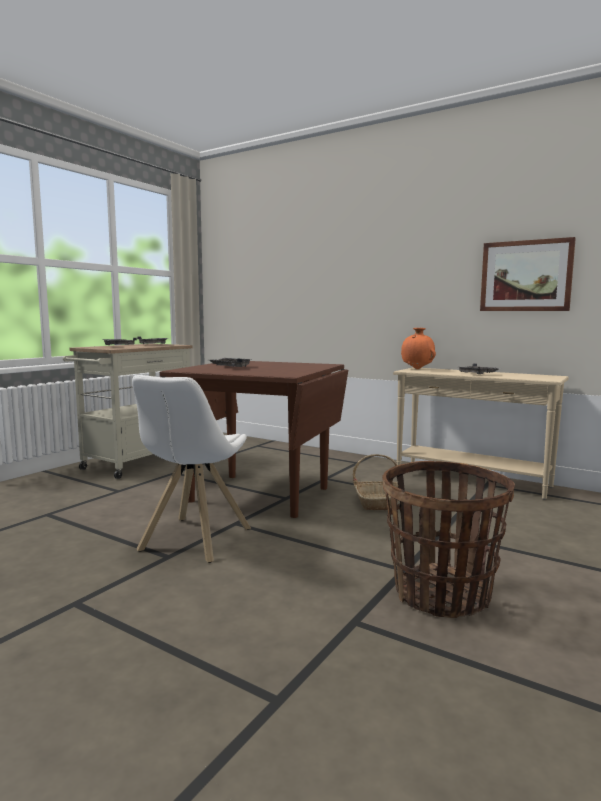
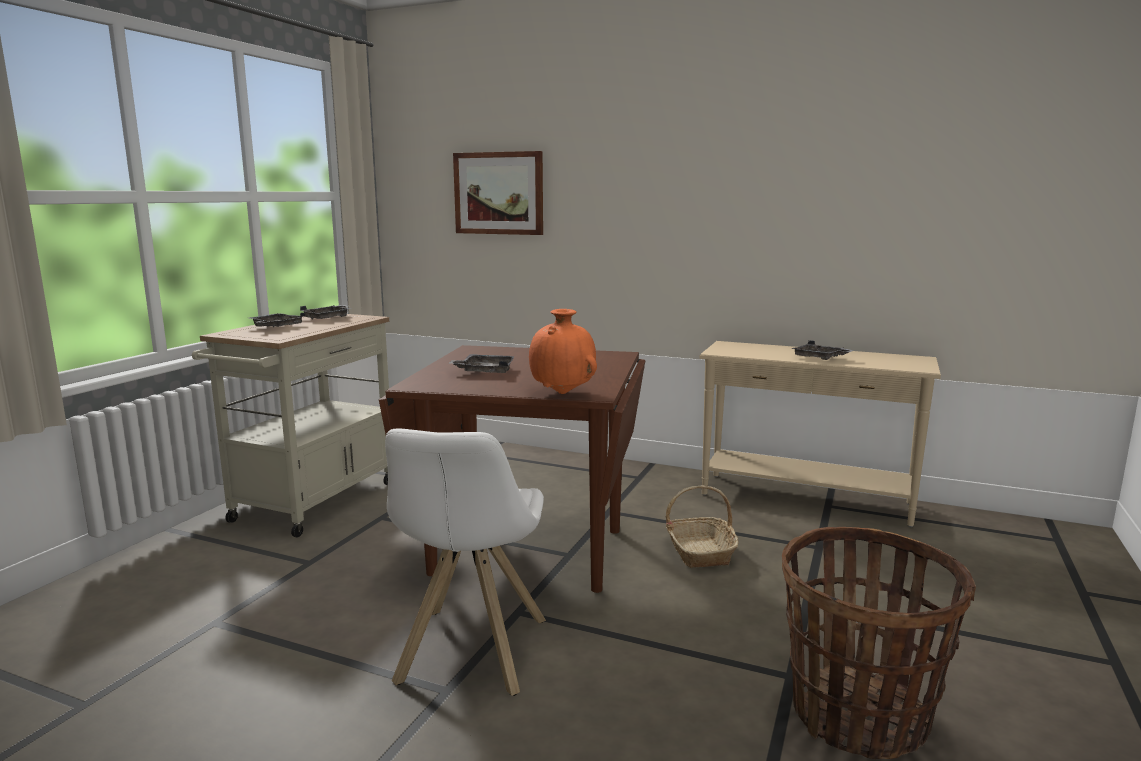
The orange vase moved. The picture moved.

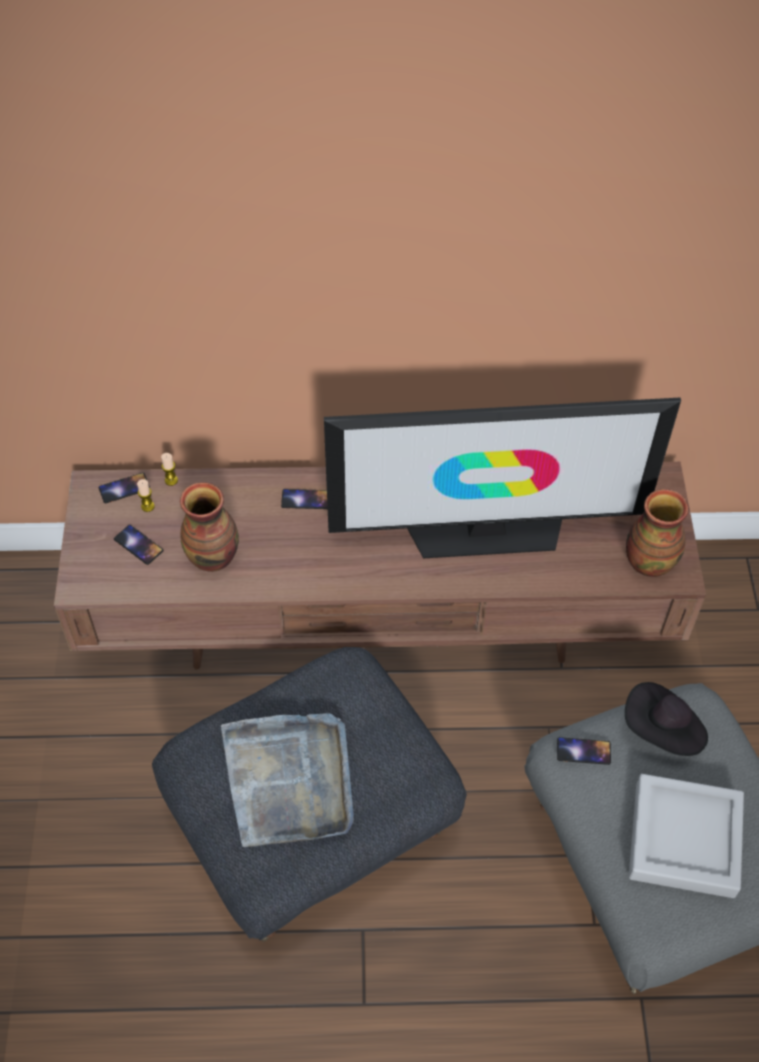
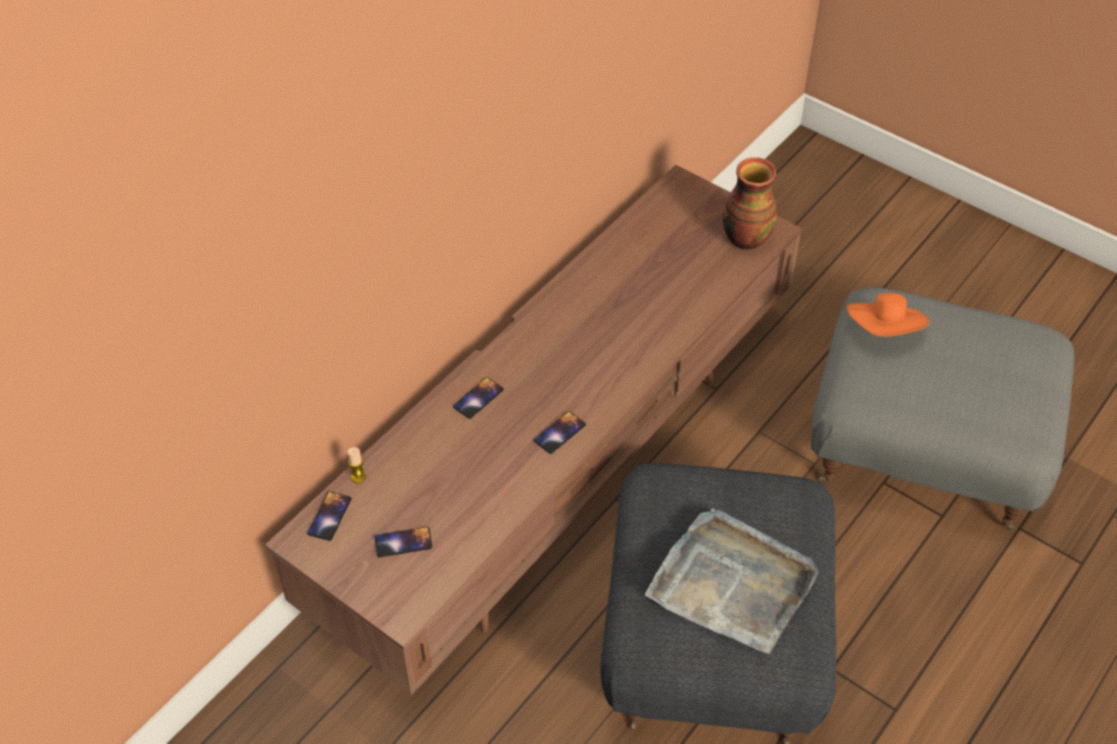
The candle (no. 1 from left) disappeared. The vase (no. 1 from left) disappeared. The television disappeared. The grey tray (no. 2 from left) disappeared. The phone (no. 4 from left) moved. The black hat became the orange hat.

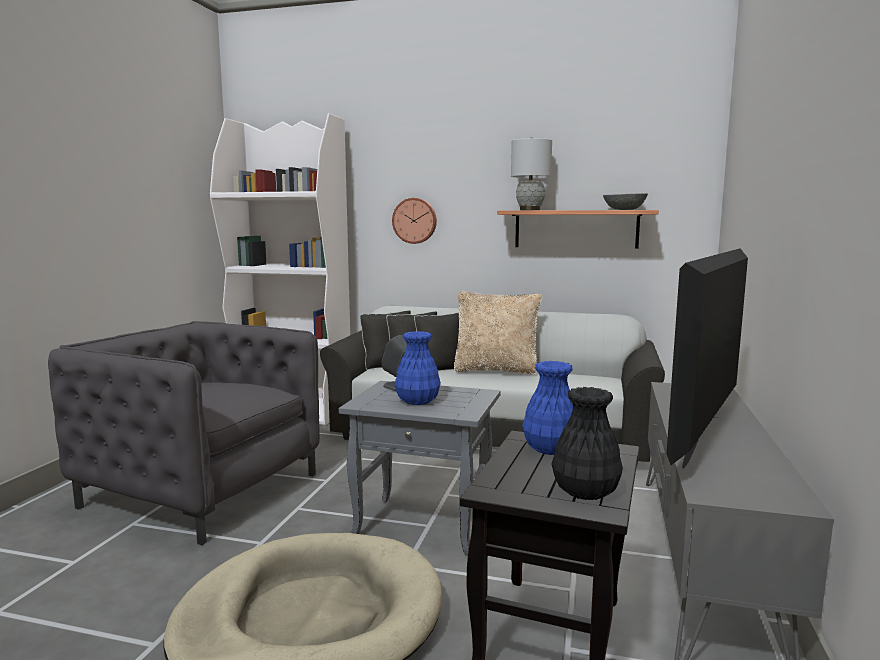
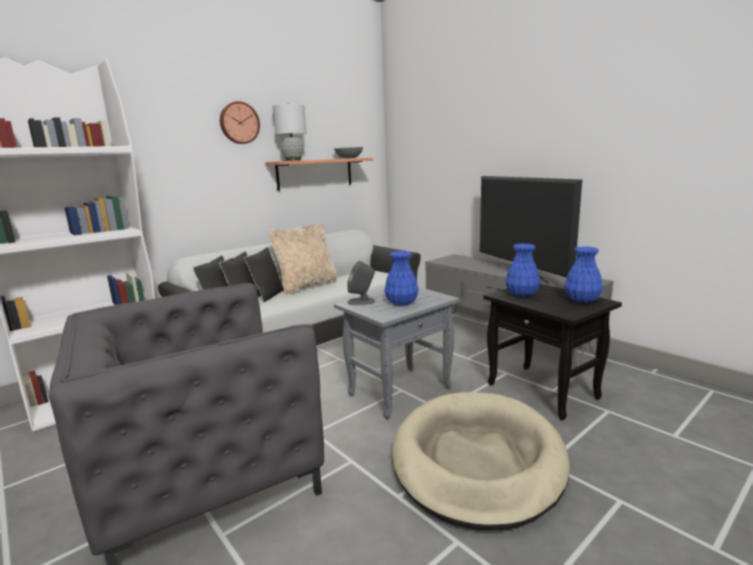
The wall clock moved. The black vase became the blue vase (no. 3 from left).

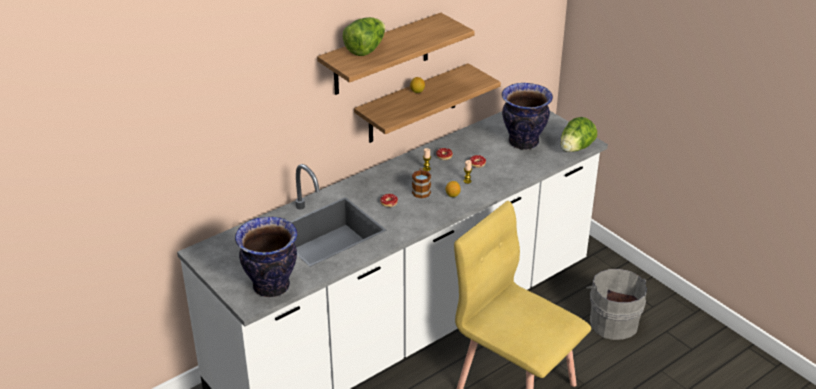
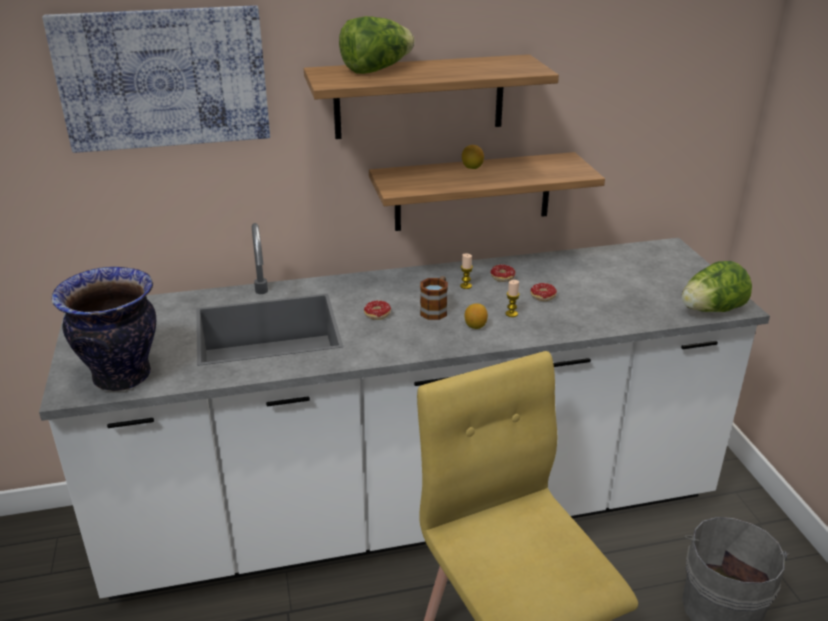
The vase (no. 2 from left) disappeared. The picture appeared.

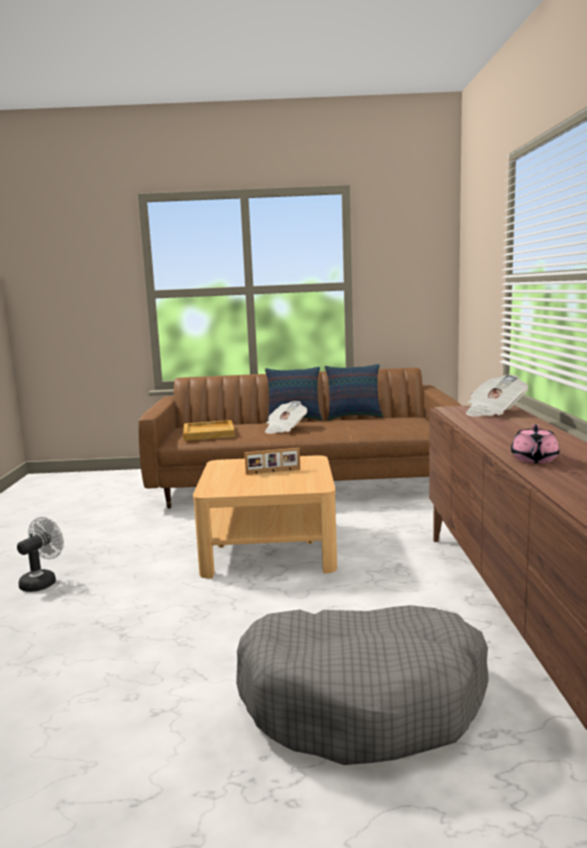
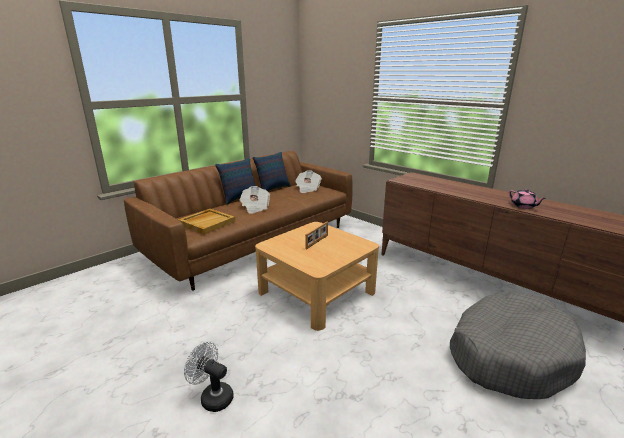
The newspaper (no. 2 from left) moved. The white fan turned 45 degrees counterclockwise.

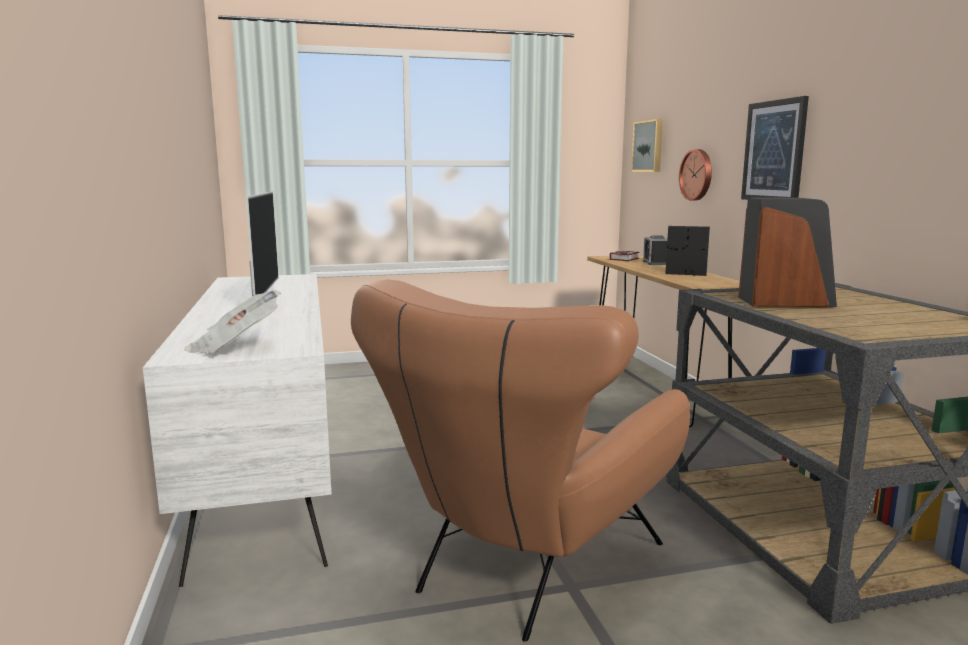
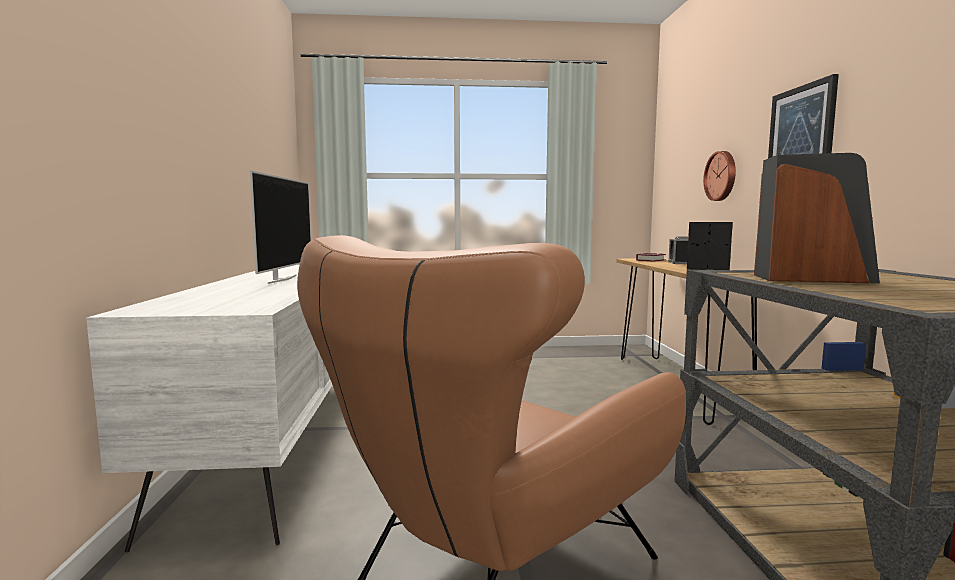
The newspaper disappeared. The picture (no. 1 from left) disappeared.

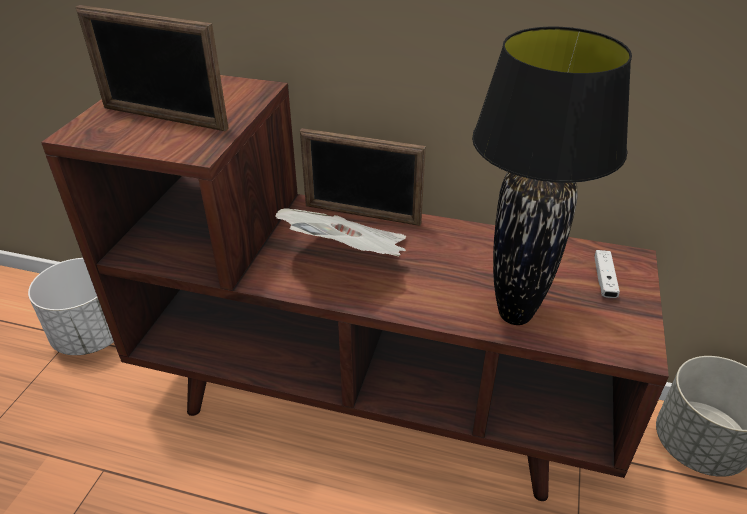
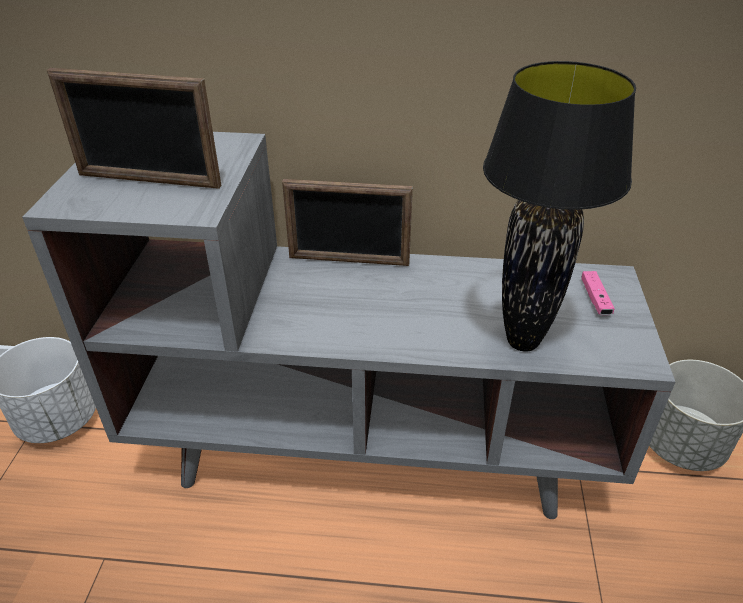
The newspaper disappeared. The brown tv stand became the grey tv stand. The white game controller became the pink game controller.

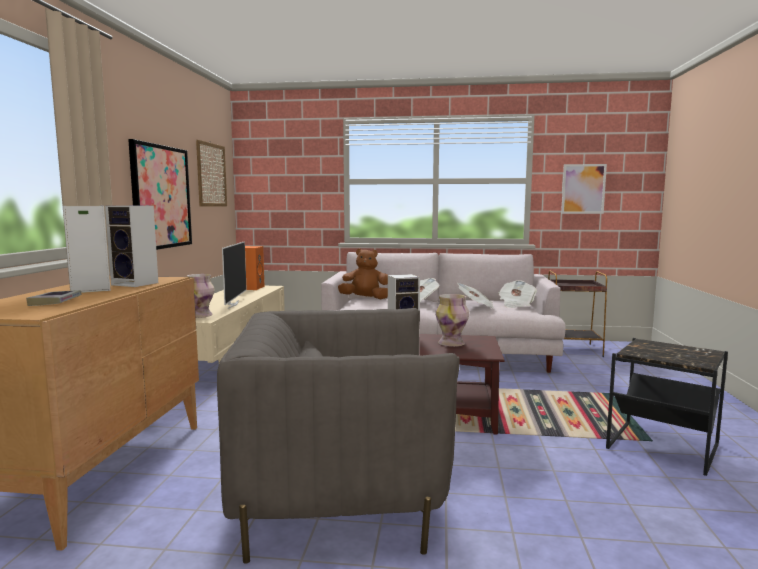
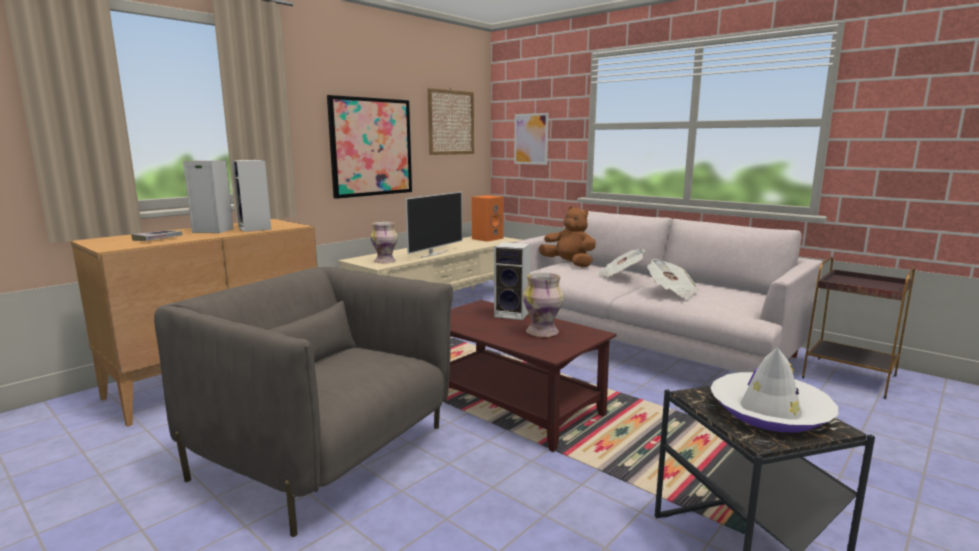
The newspaper (no. 3 from left) disappeared. The white hat appeared. The picture (no. 3 from left) moved.

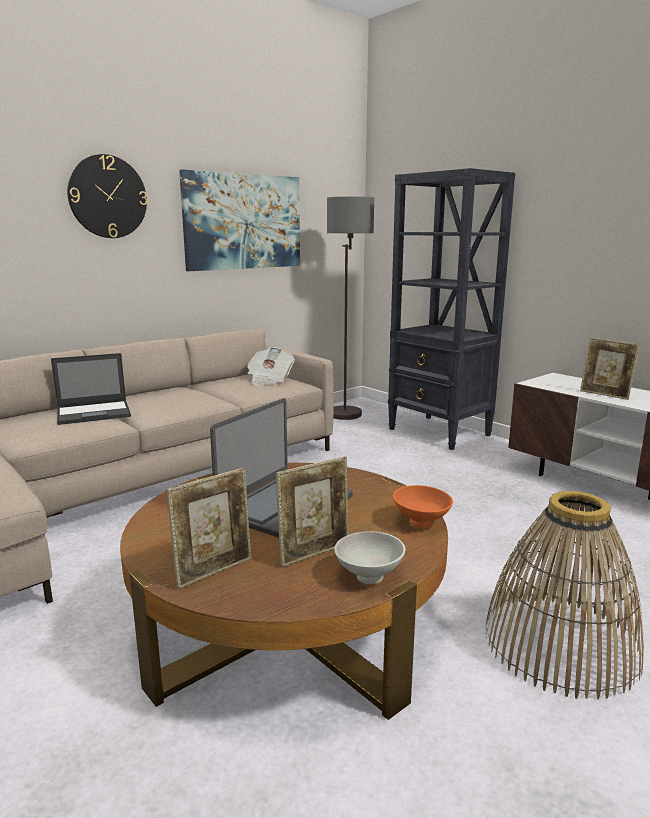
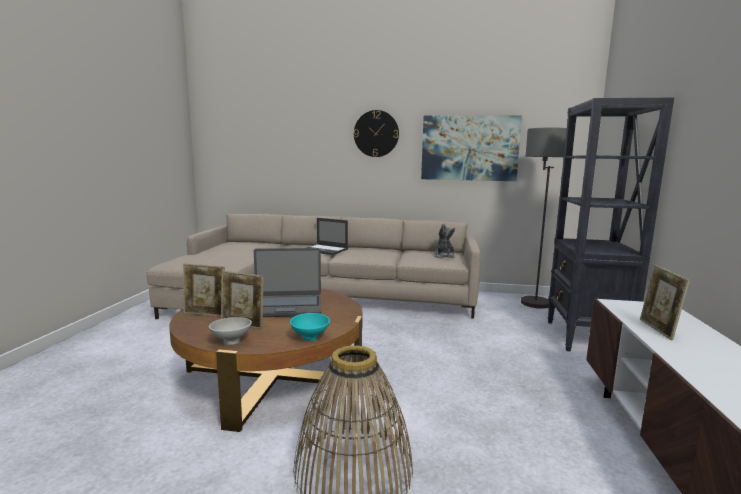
The newspaper was replaced by the plush toy. The orange bowl became the turquoise bowl.

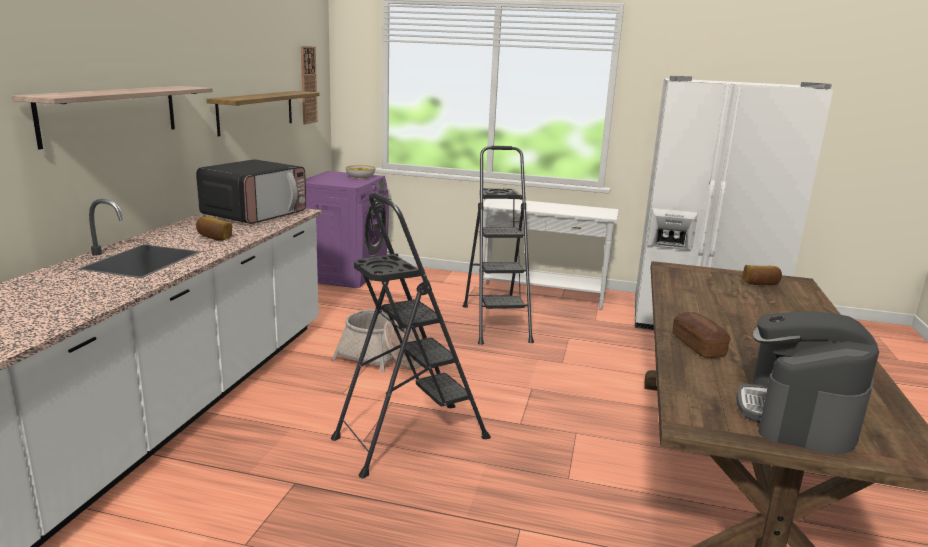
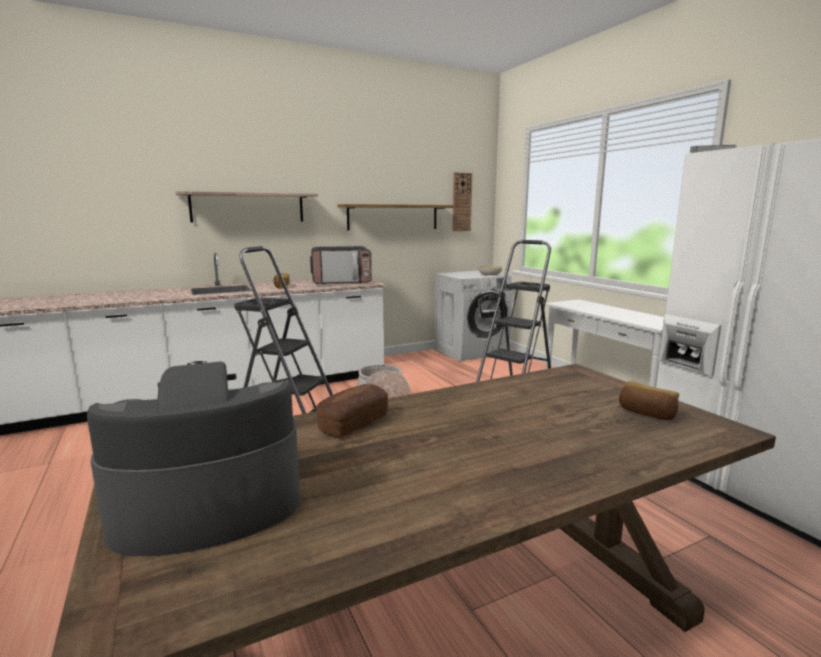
The purple washing machine became the white washing machine.

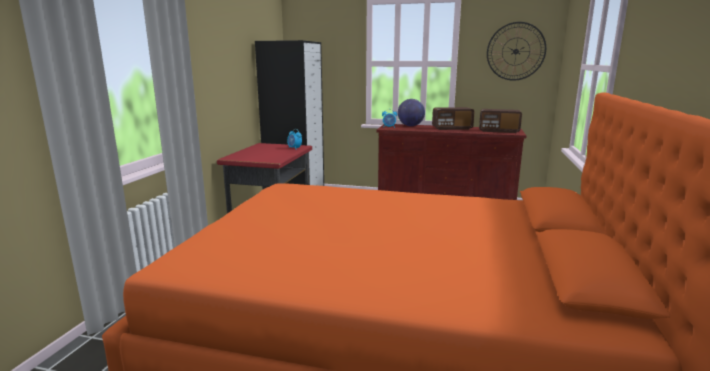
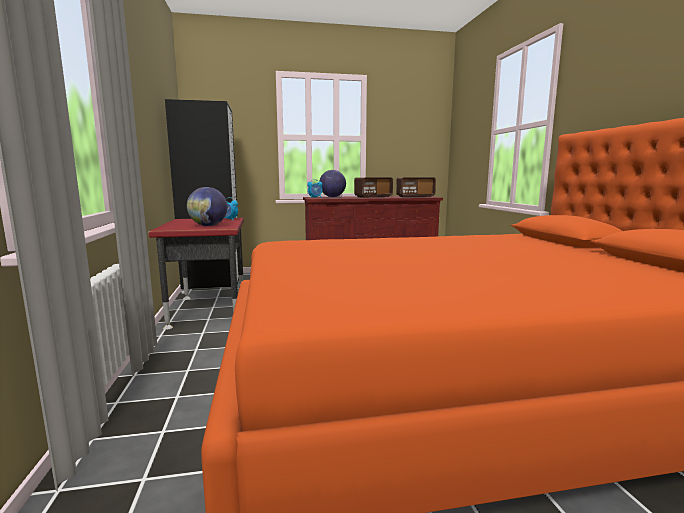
The wall clock disappeared. The globe (no. 1 from left) appeared.

